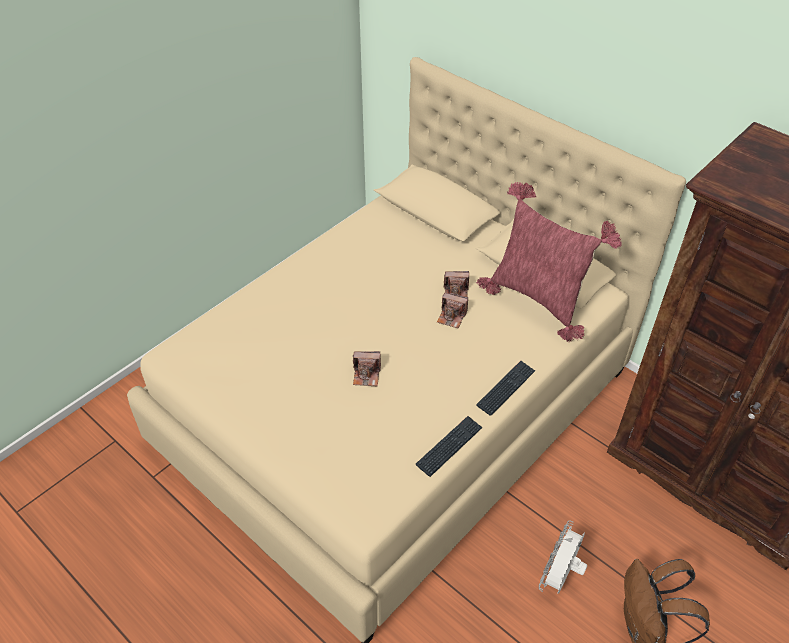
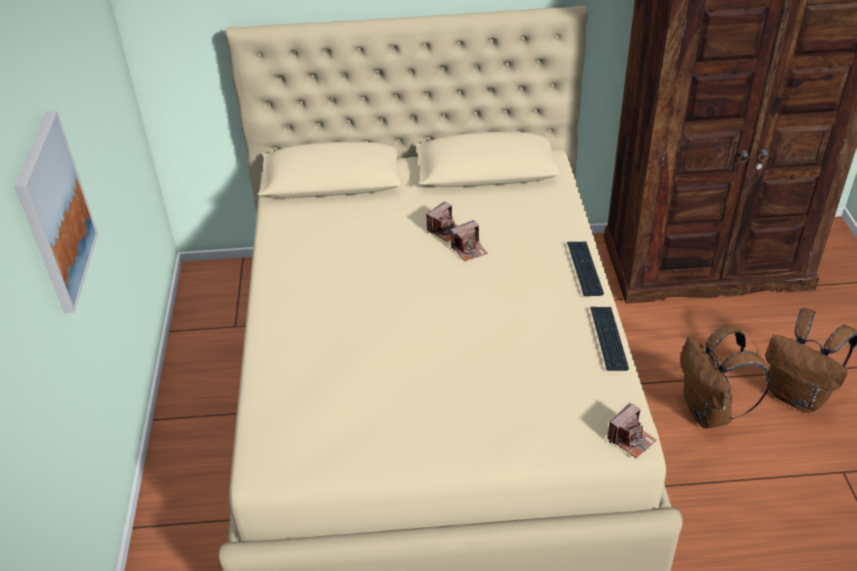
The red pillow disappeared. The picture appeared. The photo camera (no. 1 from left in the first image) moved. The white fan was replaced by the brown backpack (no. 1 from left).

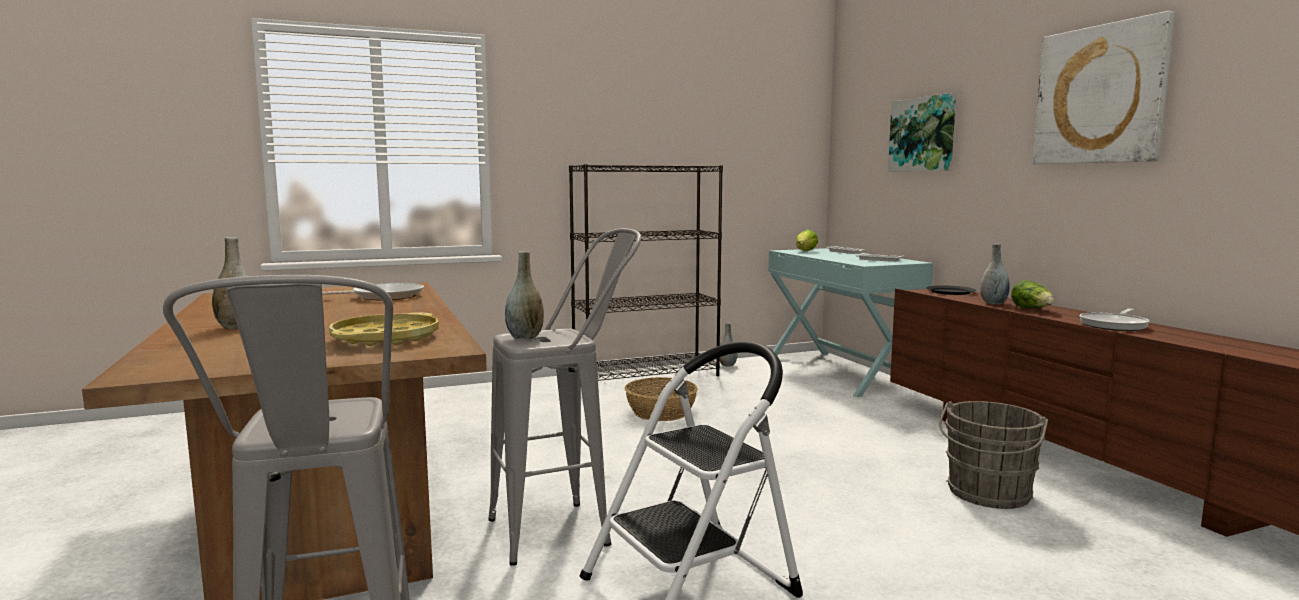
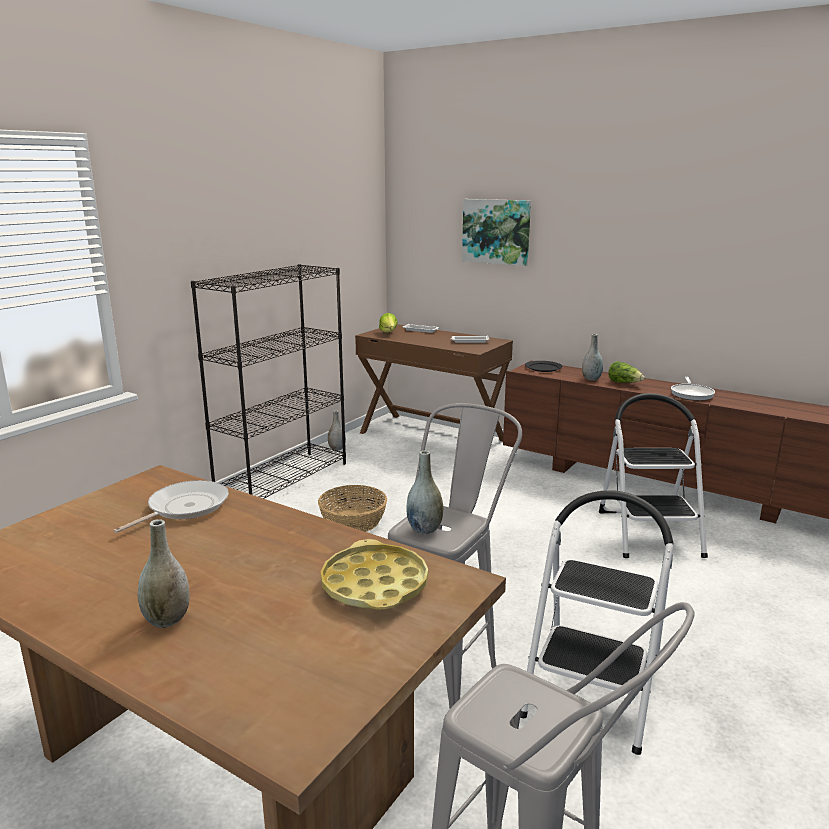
The picture (no. 2 from left) disappeared. The grey bucket was replaced by the step ladder (no. 2 from left). The turquoise desk became the brown desk.

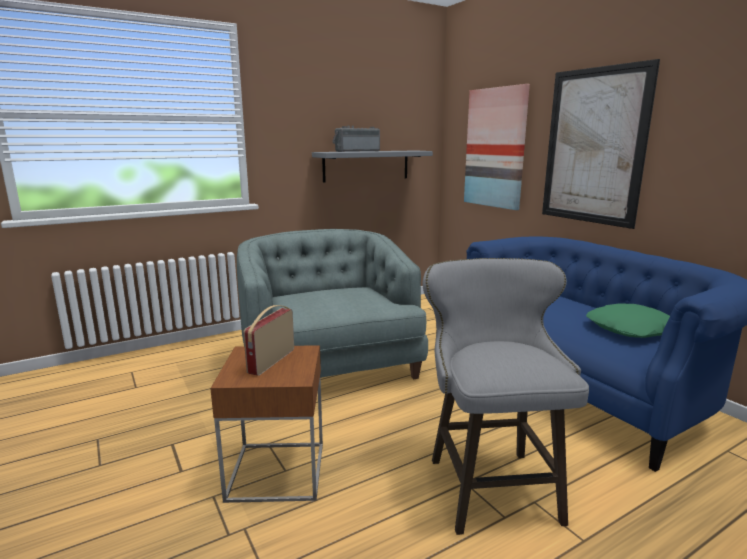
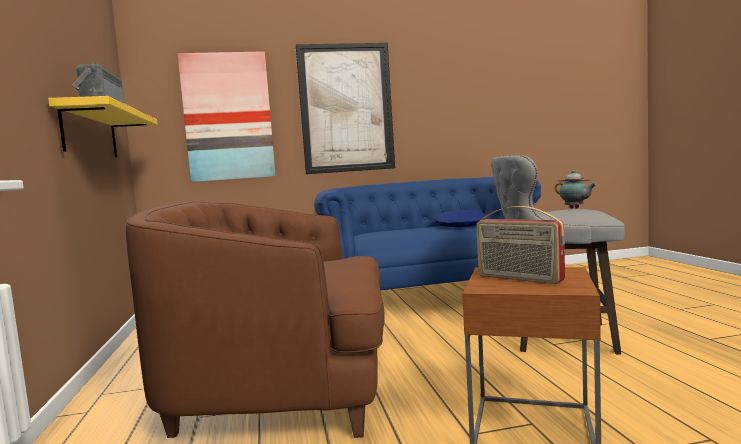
The teapot appeared. The grey armchair became the brown armchair. The grey shelf became the yellow shelf. The green pillow became the blue pillow.

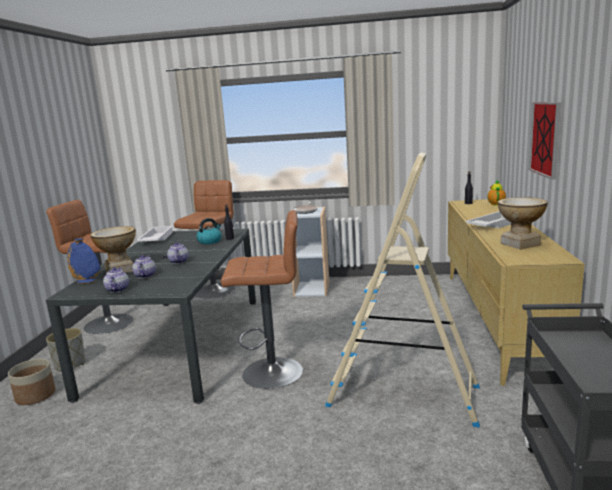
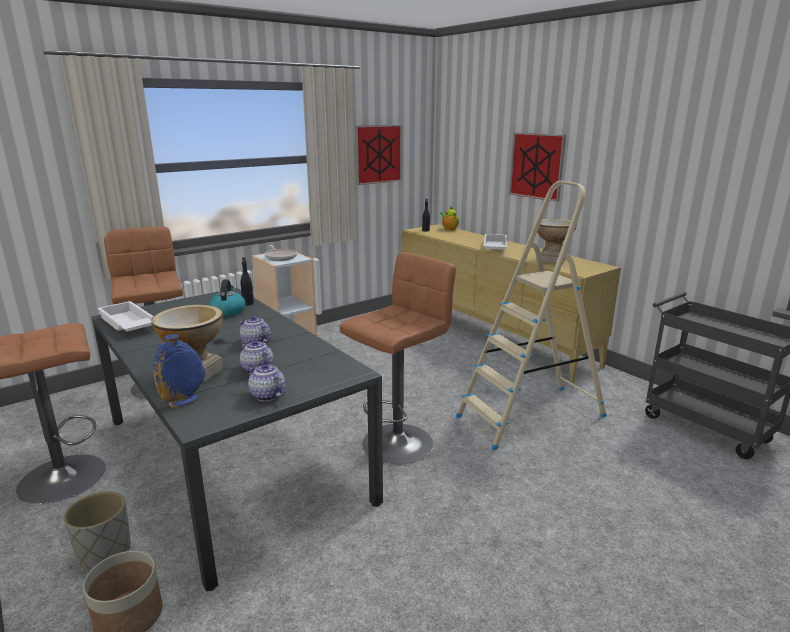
The picture (no. 1 from left) appeared.

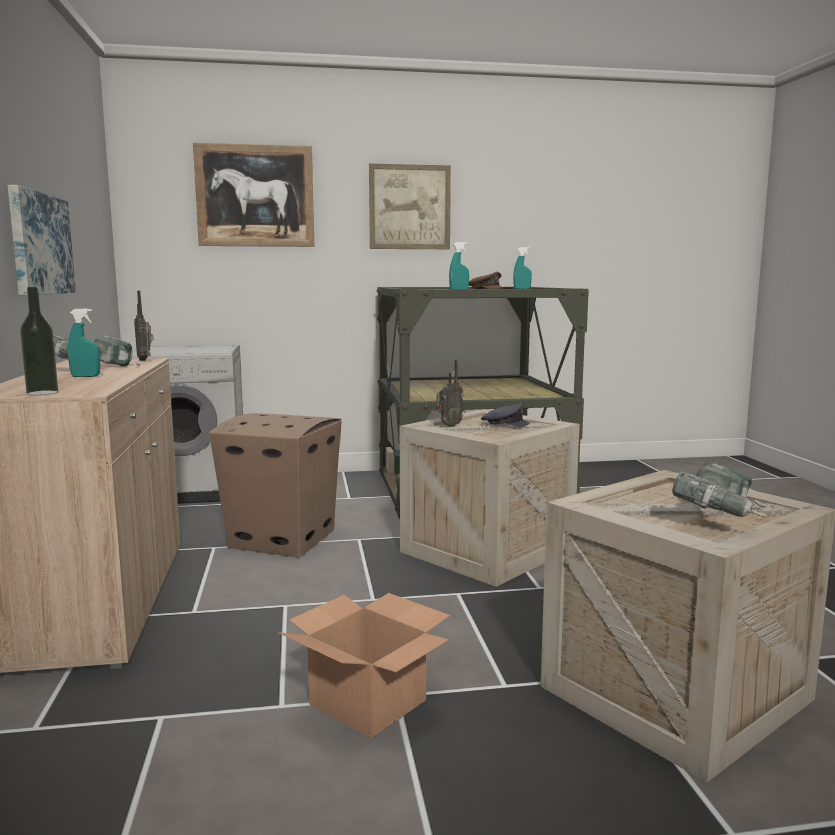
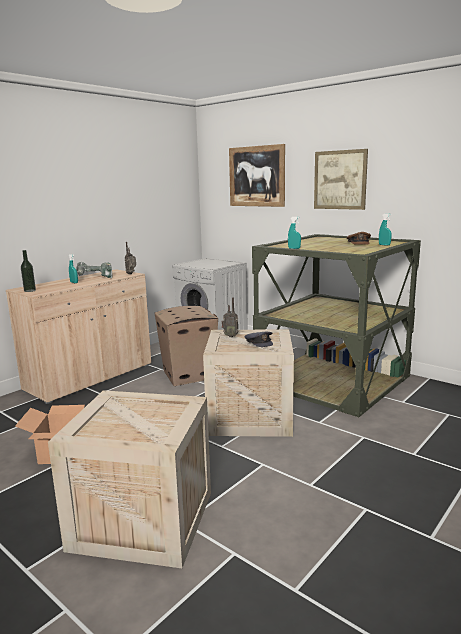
The picture (no. 1 from left) disappeared. The power drill (no. 2 from left) disappeared.

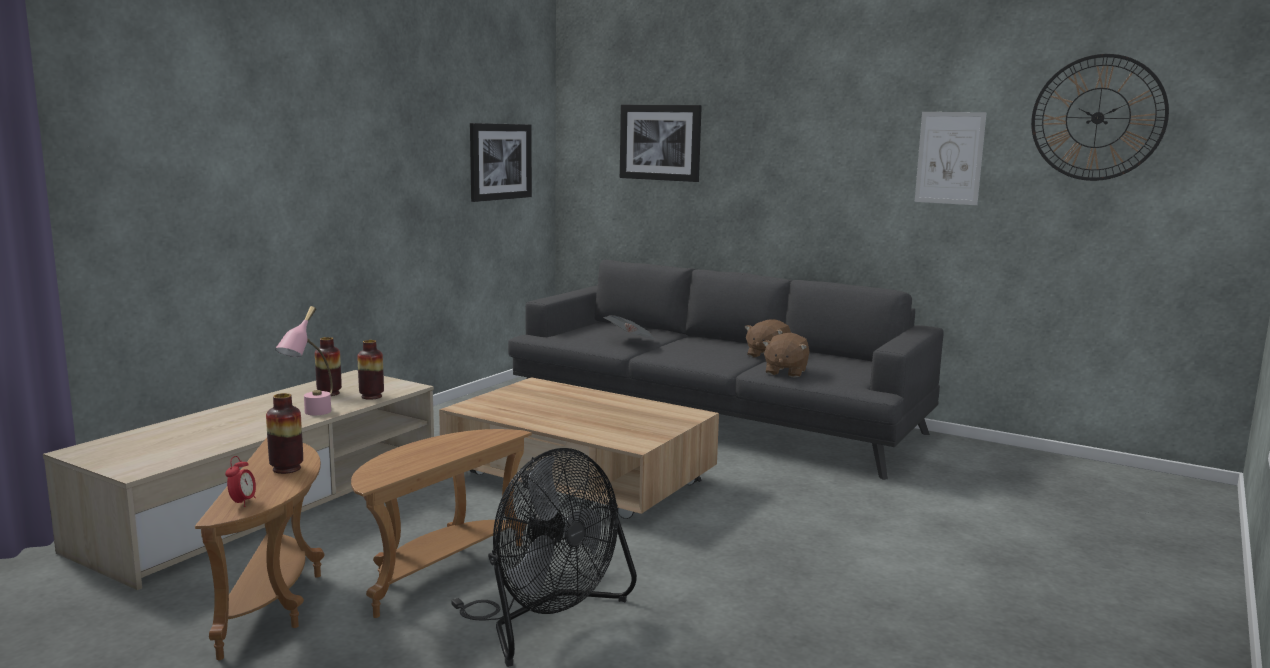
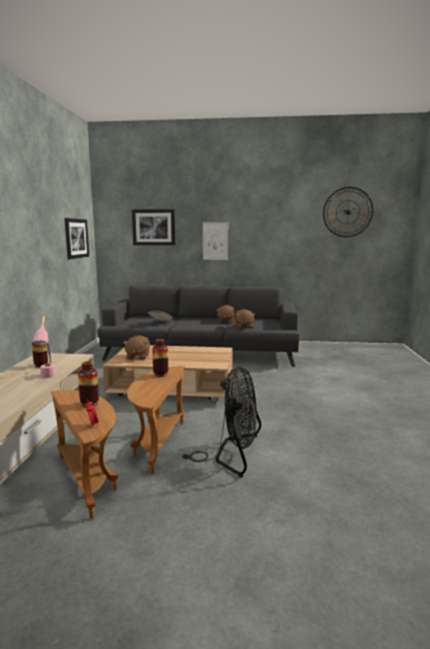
The brown plush toy (no. 1 from left) appeared. The vase (no. 3 from left) moved. The picture (no. 3 from left) moved.

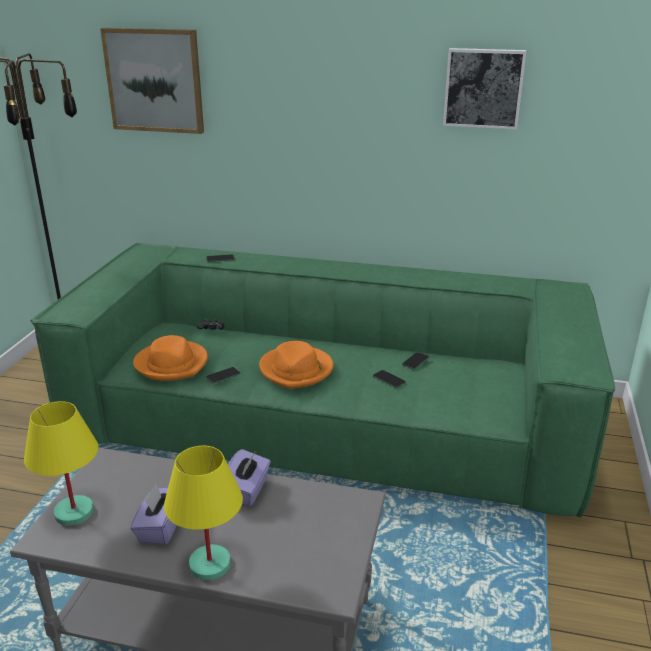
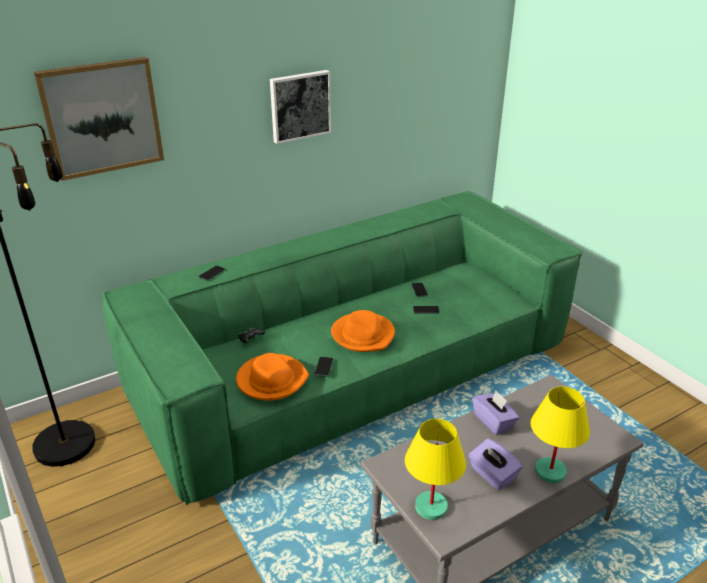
The picture (no. 2 from left) moved.

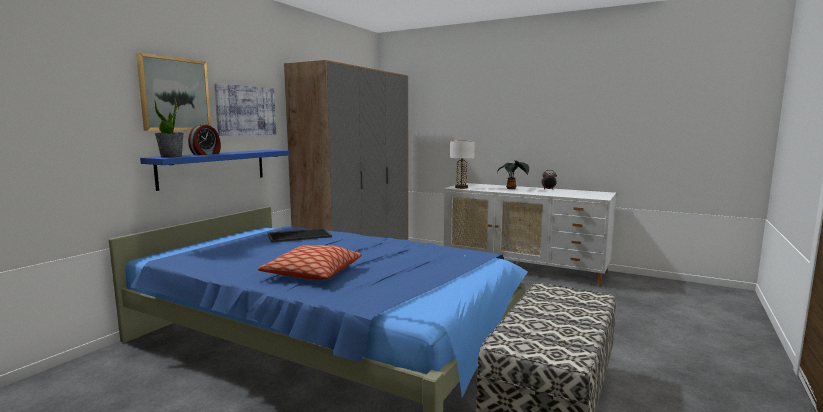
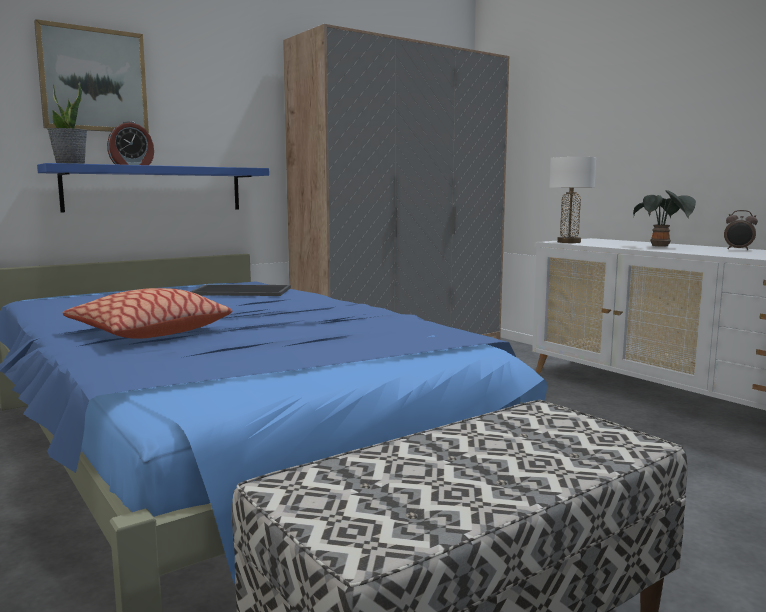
The picture (no. 2 from left) disappeared.

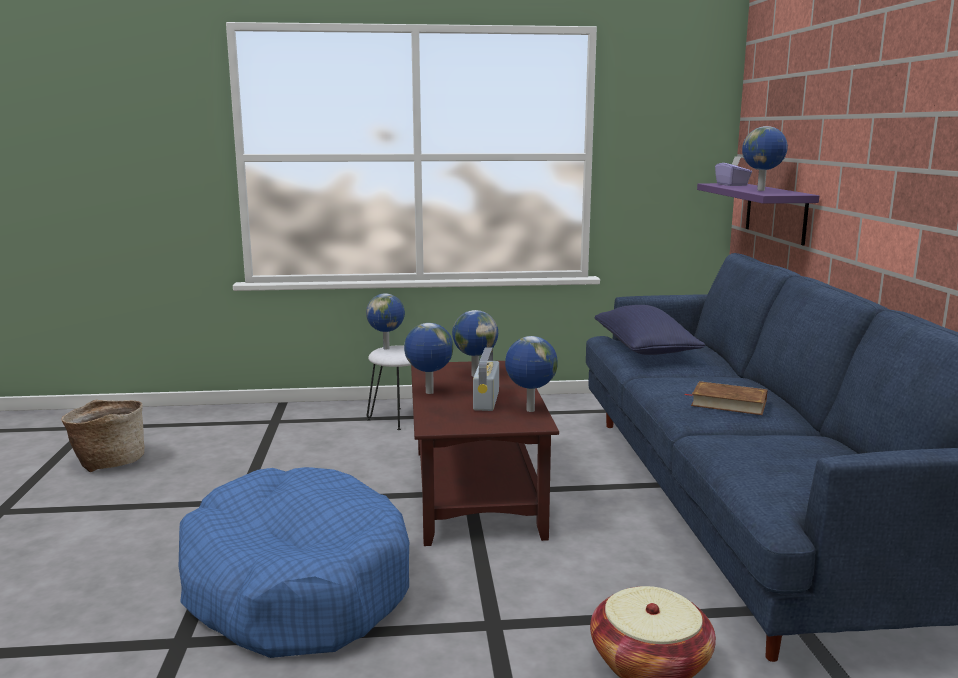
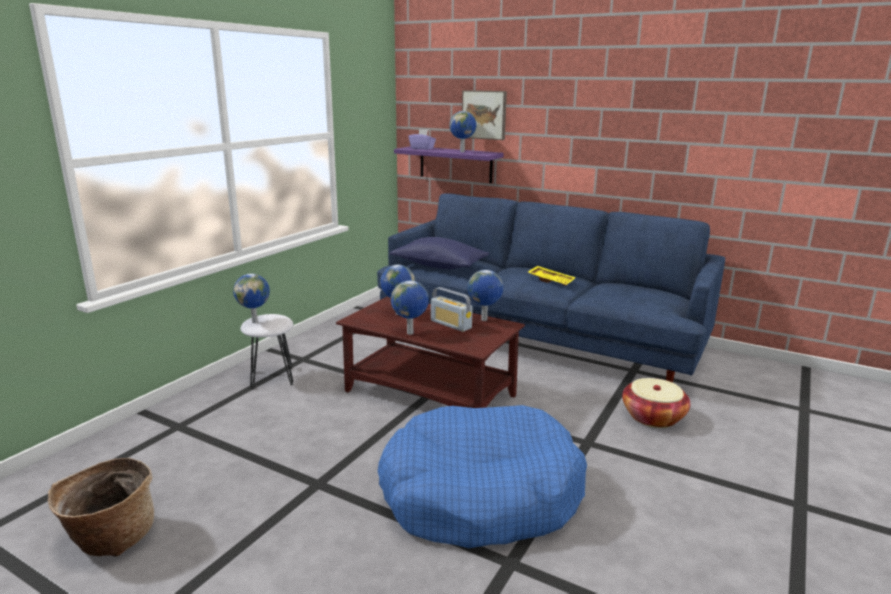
The picture appeared. The brown book was replaced by the yellow tray.

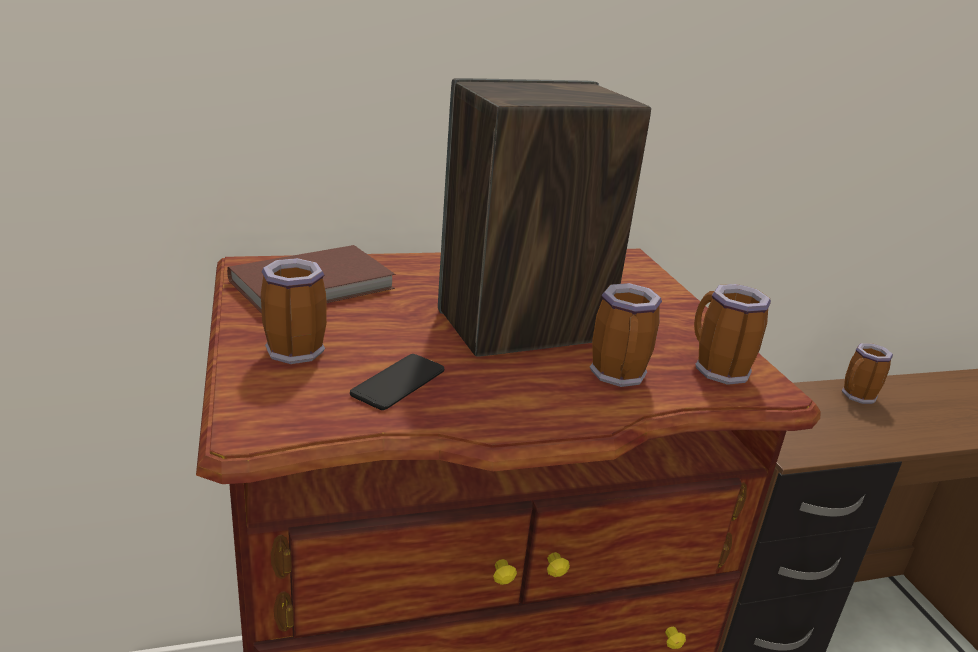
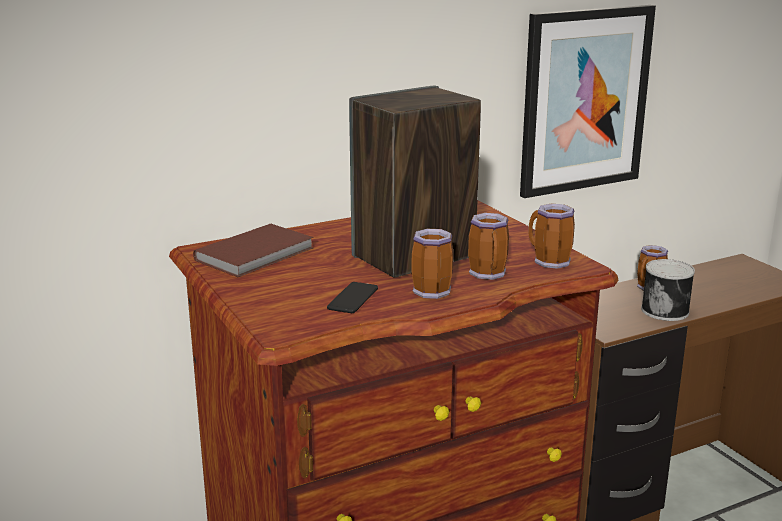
The picture appeared. The can appeared. The mug (no. 1 from left) moved.

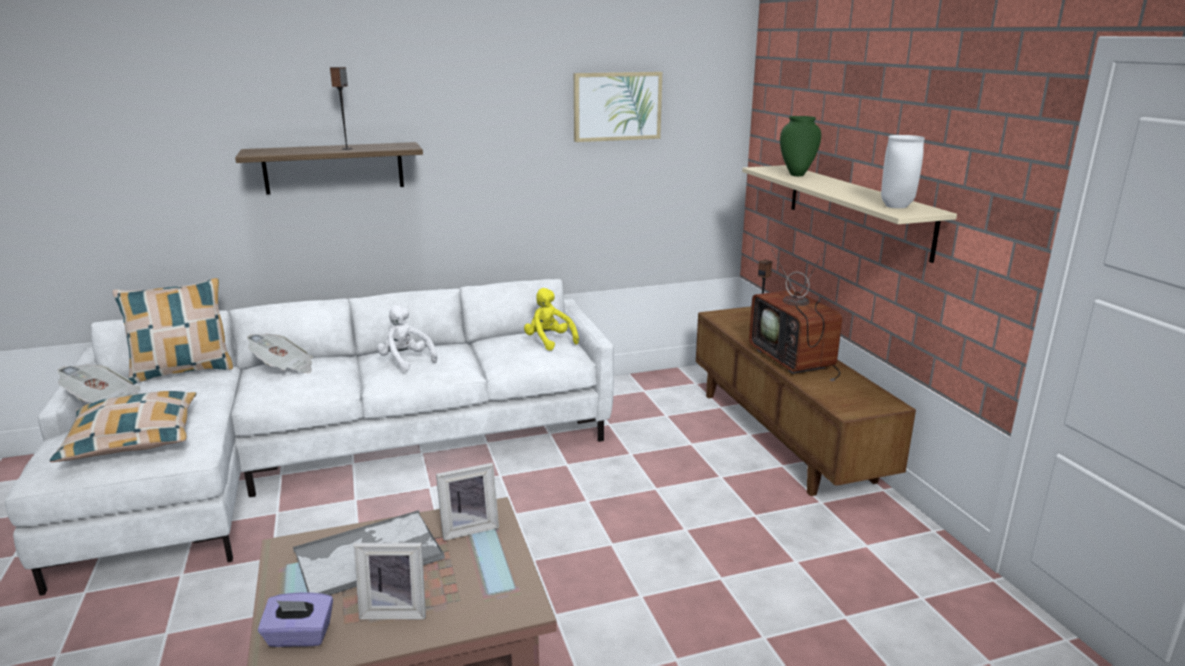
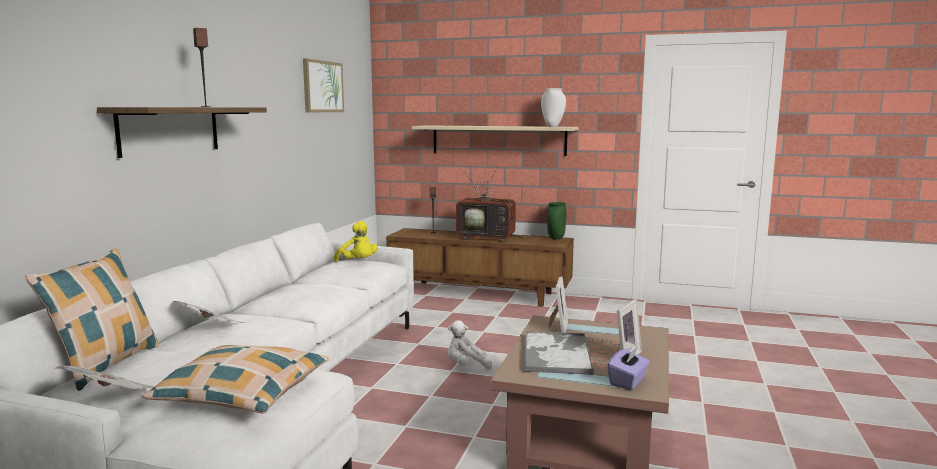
The white plush toy moved. The green vase moved. The yellow plush toy turned 135 degrees counterclockwise.

